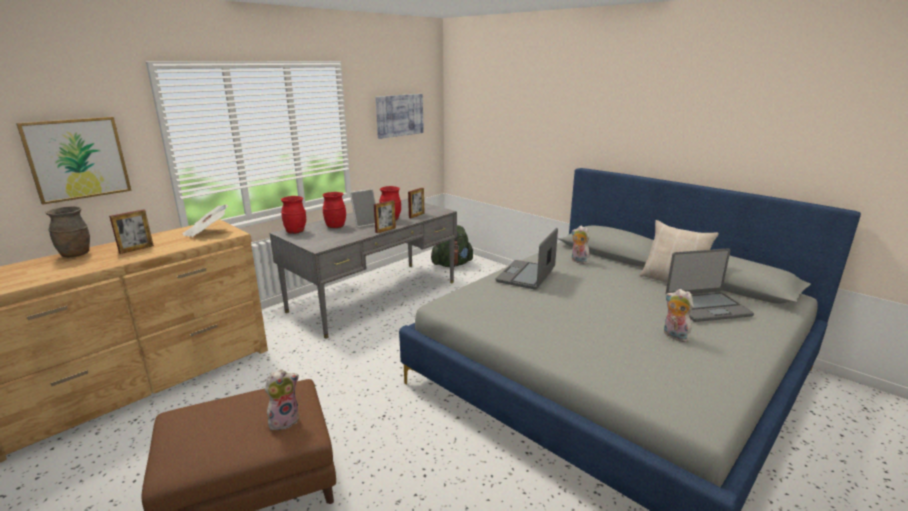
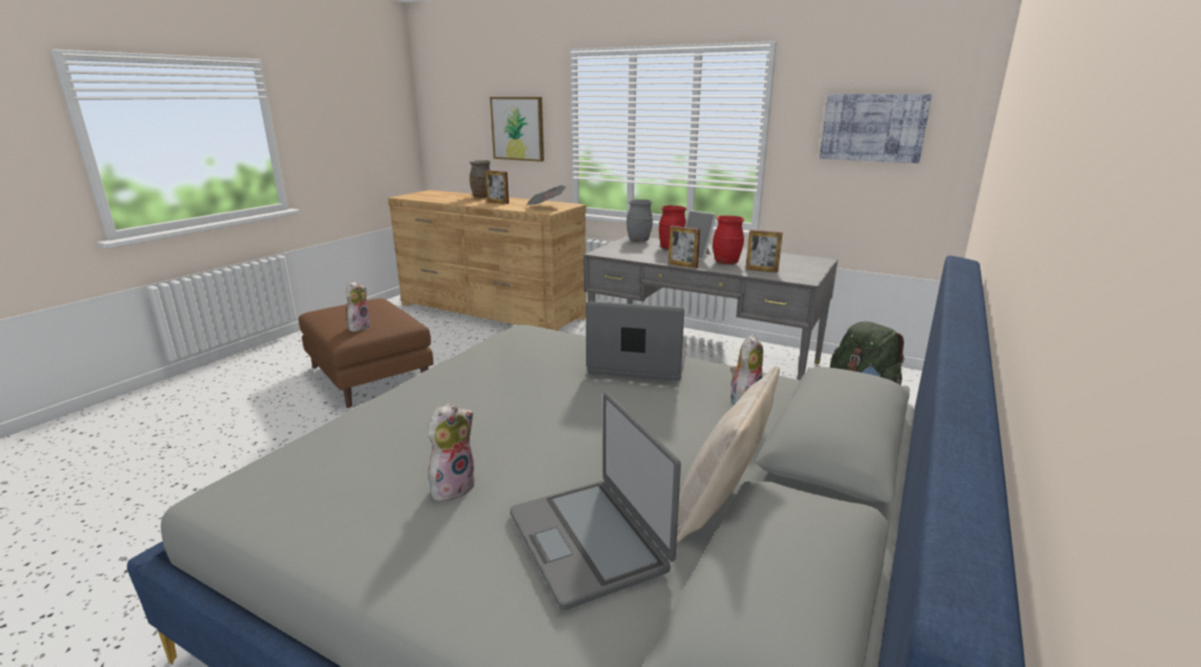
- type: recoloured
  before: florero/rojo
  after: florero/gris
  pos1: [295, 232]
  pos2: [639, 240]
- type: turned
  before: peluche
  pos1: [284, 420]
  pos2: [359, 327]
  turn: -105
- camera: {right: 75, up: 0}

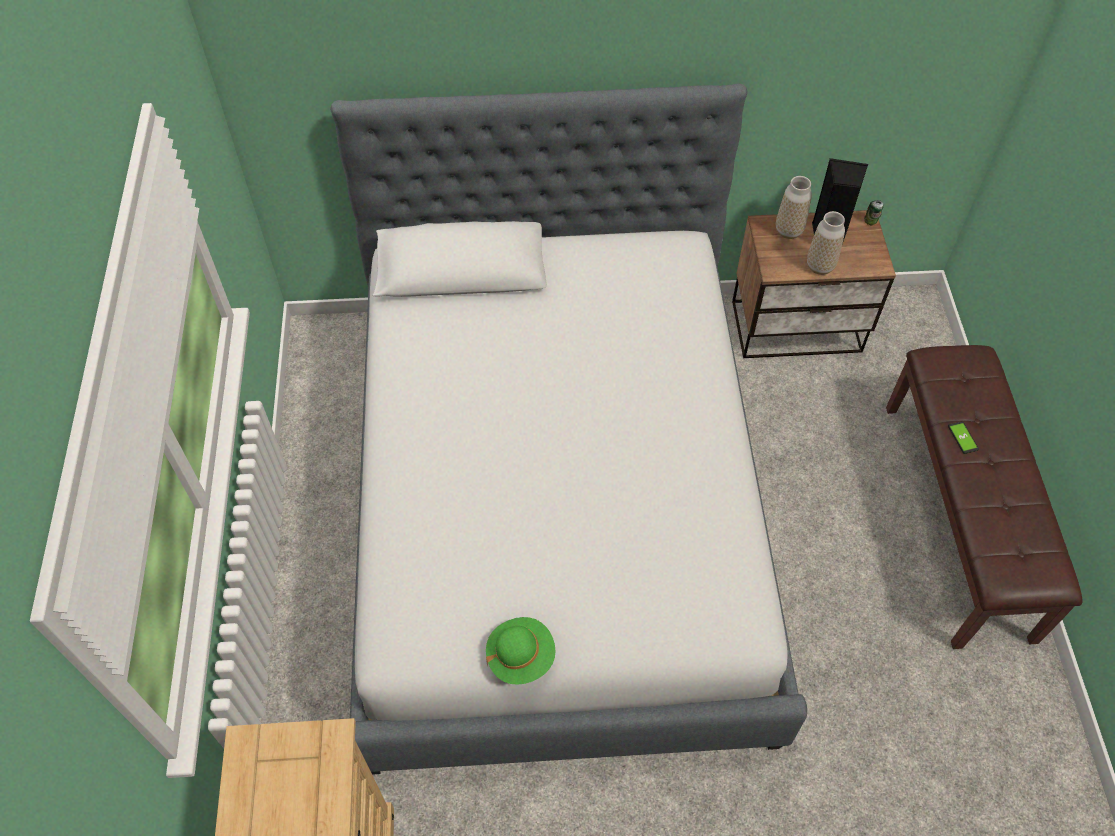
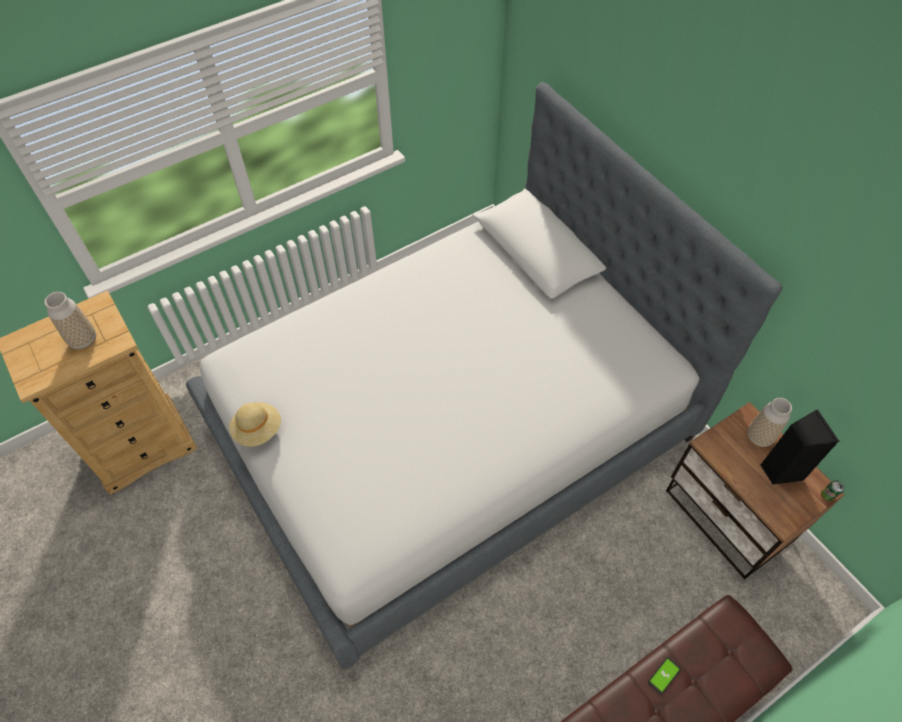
- type: moved
  before: florero
  pos1: [820, 266]
  pos2: [84, 340]
- type: recoloured
  before: sombrero/verde
  after: sombrero/beis
  pos1: [521, 656]
  pos2: [258, 430]
- camera: {right: 60, up: 0}

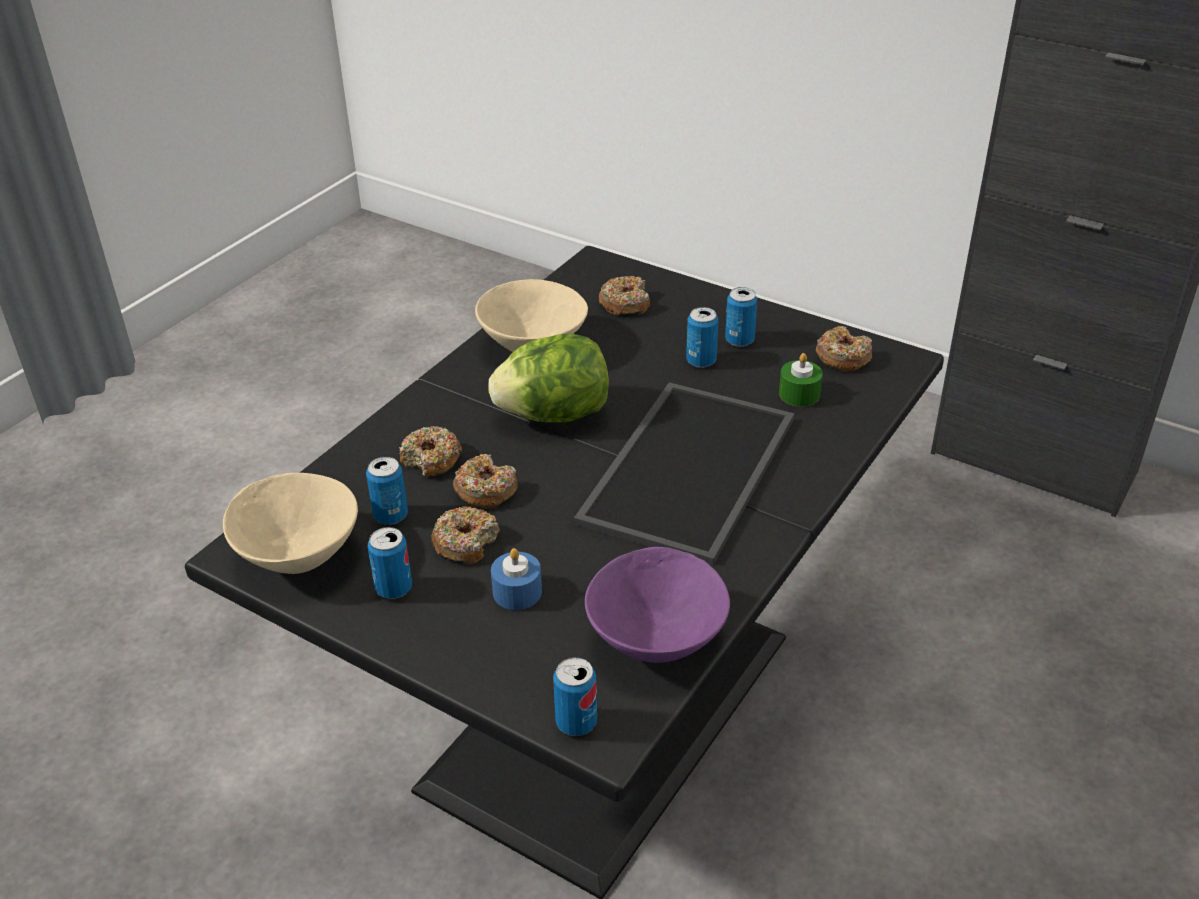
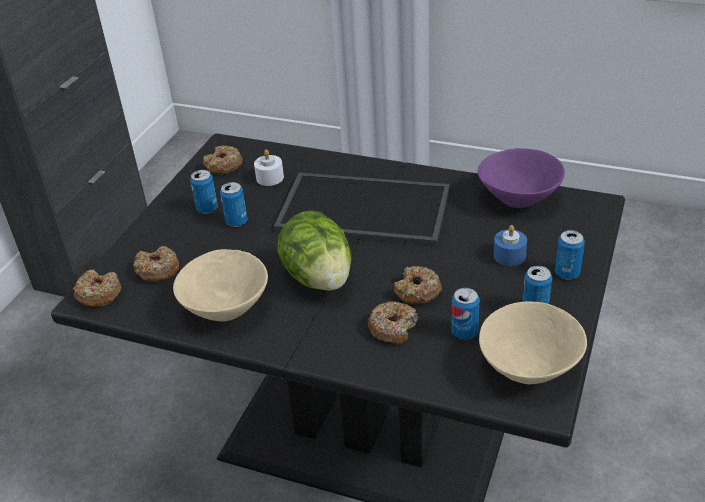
- type: moved
  before: rosquilla
  pos1: [466, 542]
  pos2: [99, 294]
- type: moved
  before: lata
  pos1: [576, 722]
  pos2: [567, 273]
- type: recoloured
  before: vela/verde
  after: vela/blanco
  pos1: [799, 394]
  pos2: [270, 178]
- camera: {right: -100, up: 0}

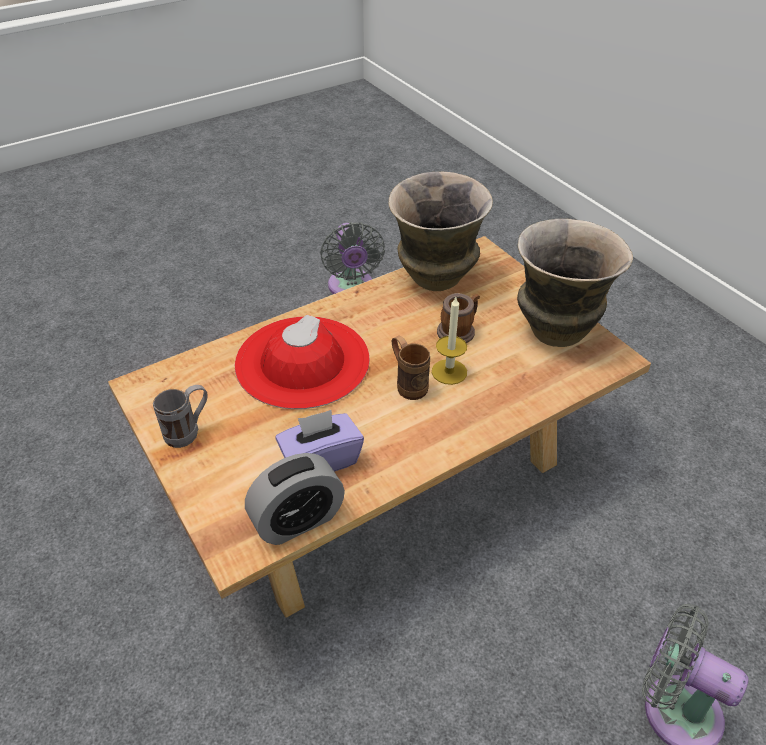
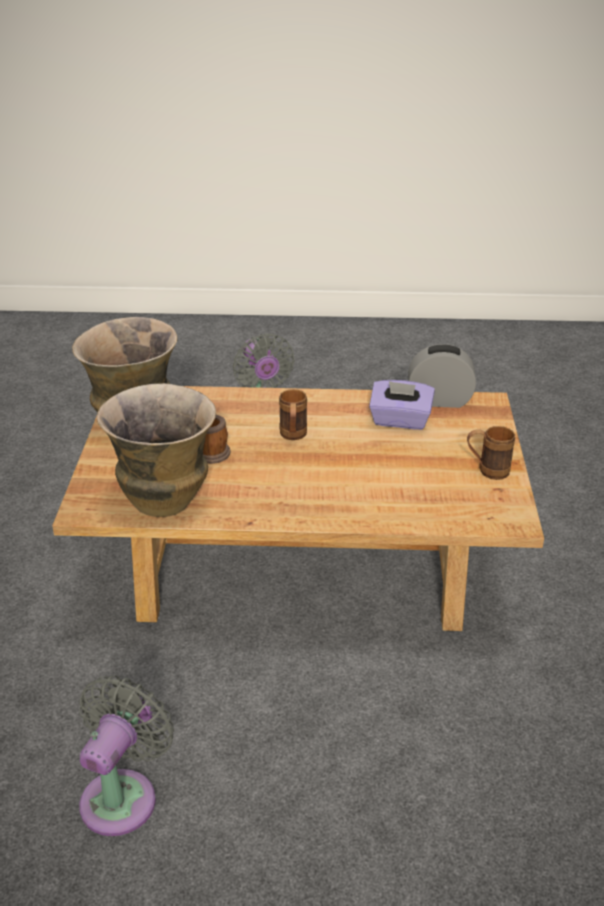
- type: removed
  before: sombrero/rojo
  pos1: [302, 362]
- type: removed
  before: vela
  pos1: [449, 372]
- type: recoloured
  before: taza grande/gris
  after: taza grande/marrón
  pos1: [189, 432]
  pos2: [486, 471]
- camera: {right: -145, up: -10}

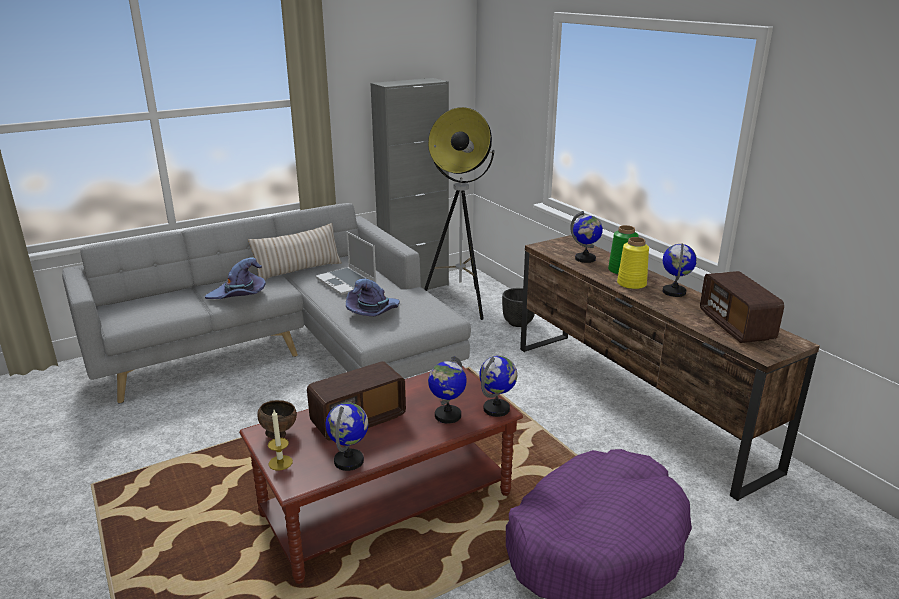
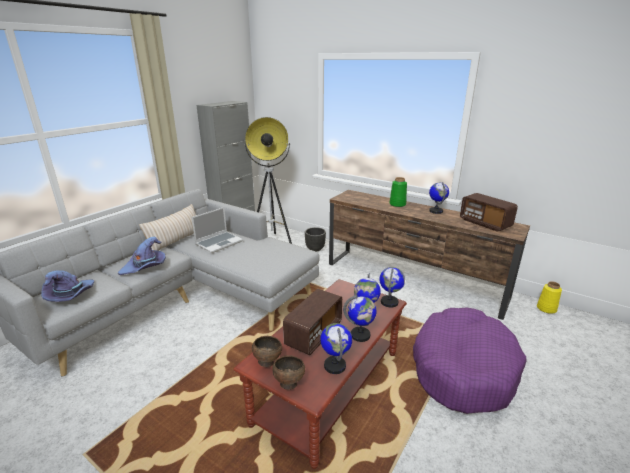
- type: moved
  before: sombrero/morado
  pos1: [374, 312]
  pos2: [71, 295]
- type: moved
  before: globo terráqueo
  pos1: [585, 259]
  pos2: [360, 335]
- type: moved
  before: florero/amarillo
  pos1: [631, 284]
  pos2: [546, 309]
- type: replaced
  before: vela
  after: cuenco/marrón
  pos1: [280, 463]
  pos2: [288, 383]
- type: turned
  before: portátil
  pos1: [347, 282]
  pos2: [219, 242]
  turn: -75
- camera: {right: -25, up: 0}

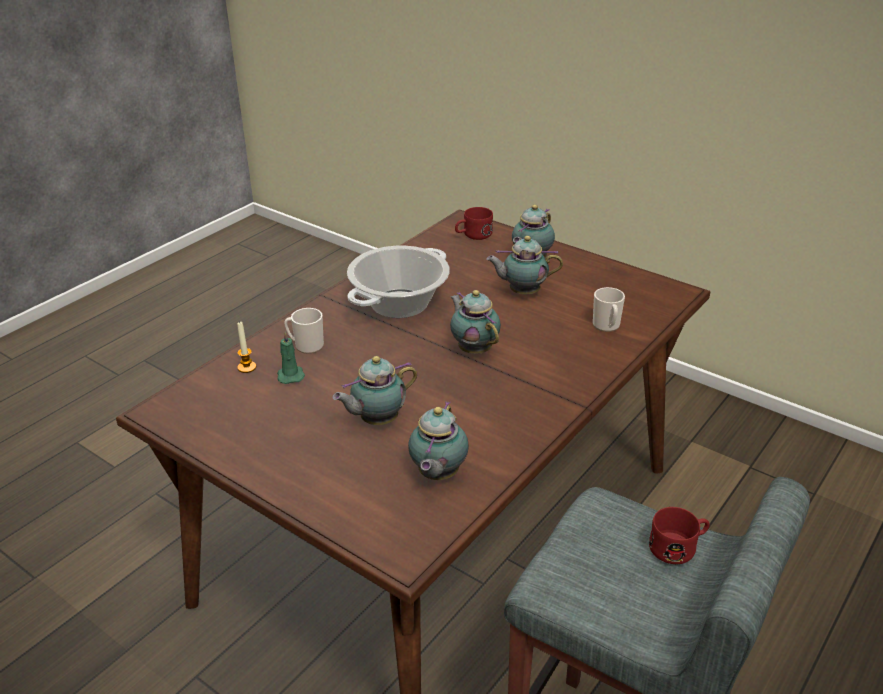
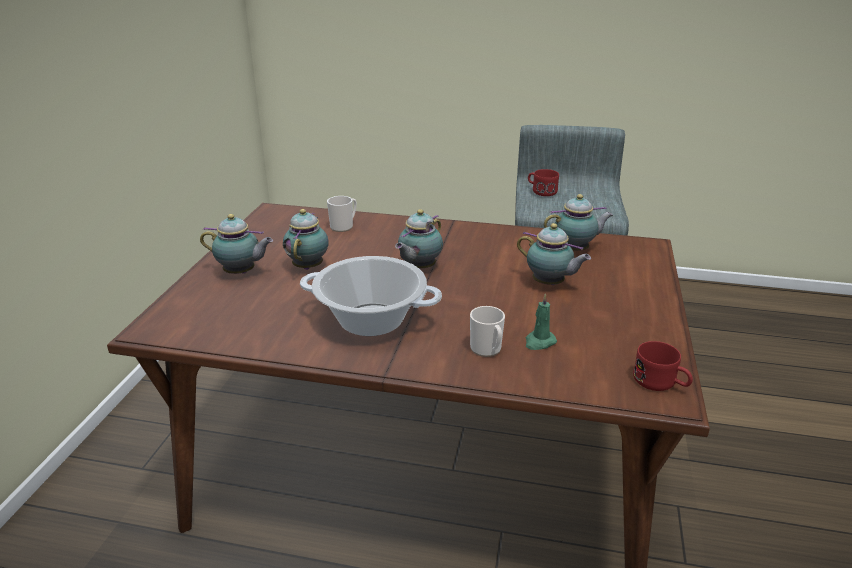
- type: removed
  before: vela
  pos1: [247, 367]
- type: moved
  before: taza grande/rojo
  pos1: [473, 235]
  pos2: [661, 383]
- type: turned
  before: tetera
  pos1: [522, 292]
  pos2: [309, 266]
  turn: -150
- camera: {right: -115, up: -5}

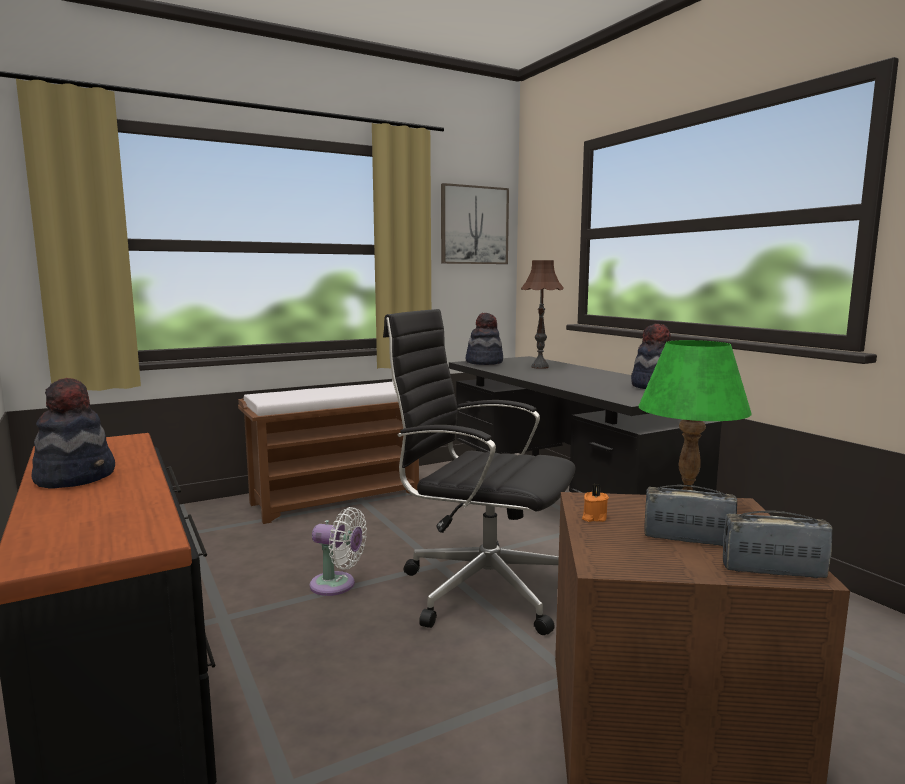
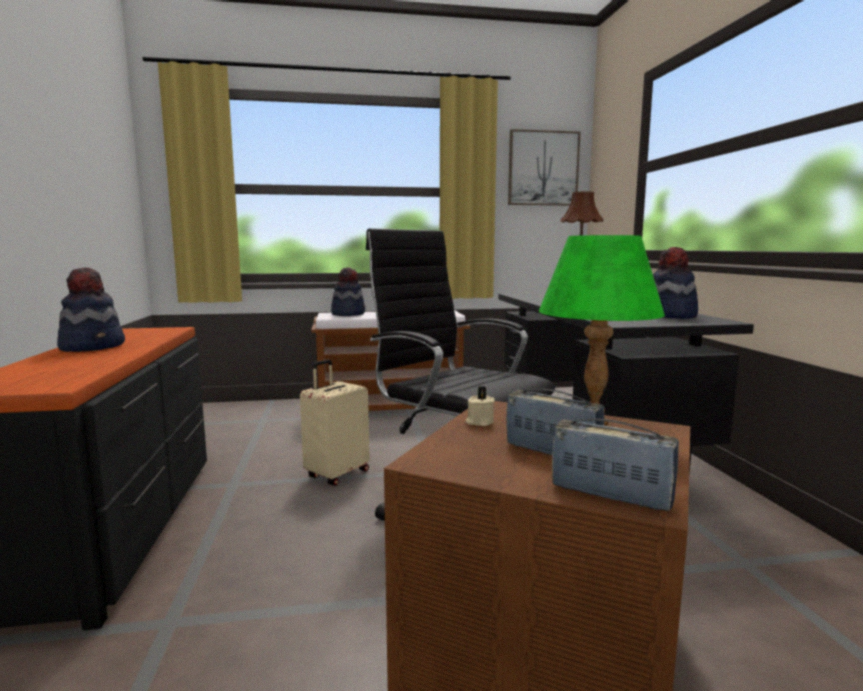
- type: moved
  before: sombrero
  pos1: [484, 362]
  pos2: [348, 314]
- type: replaced
  before: ventilador/blanco
  after: maleta/beis
  pos1: [337, 585]
  pos2: [336, 474]
- type: recoloured
  before: vela/naranja
  after: vela/beis
  pos1: [593, 517]
  pos2: [479, 422]
- camera: {right: 20, up: 0}

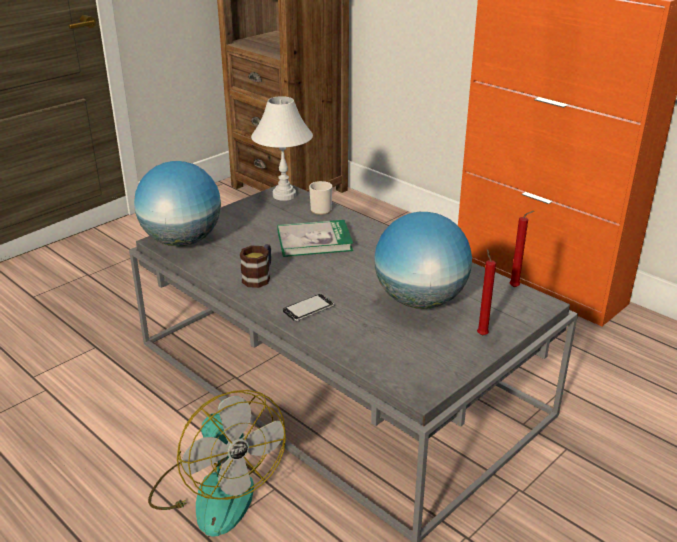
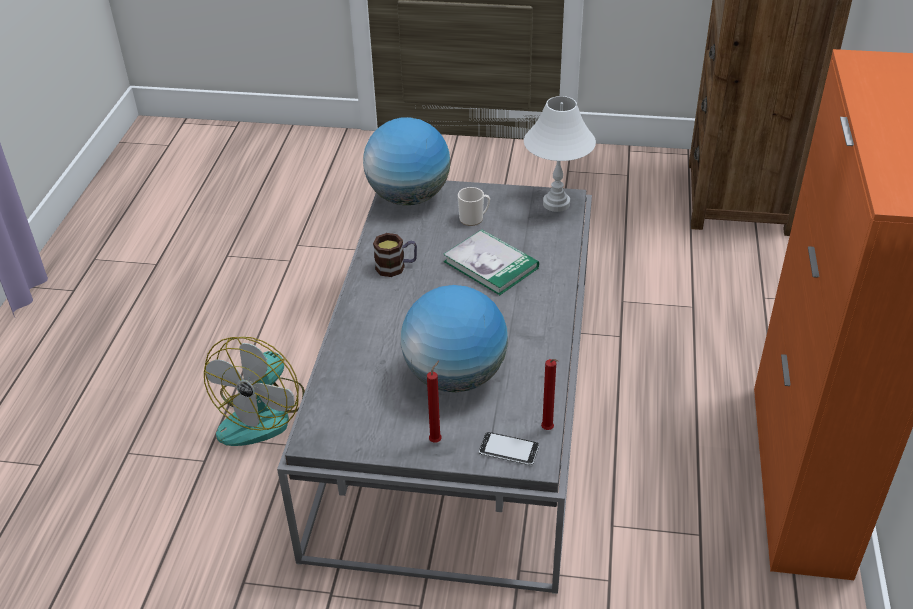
- type: moved
  before: móvil
  pos1: [308, 309]
  pos2: [509, 450]
- type: moved
  before: taza grande
  pos1: [322, 209]
  pos2: [474, 219]
- camera: {right: 55, up: 10}

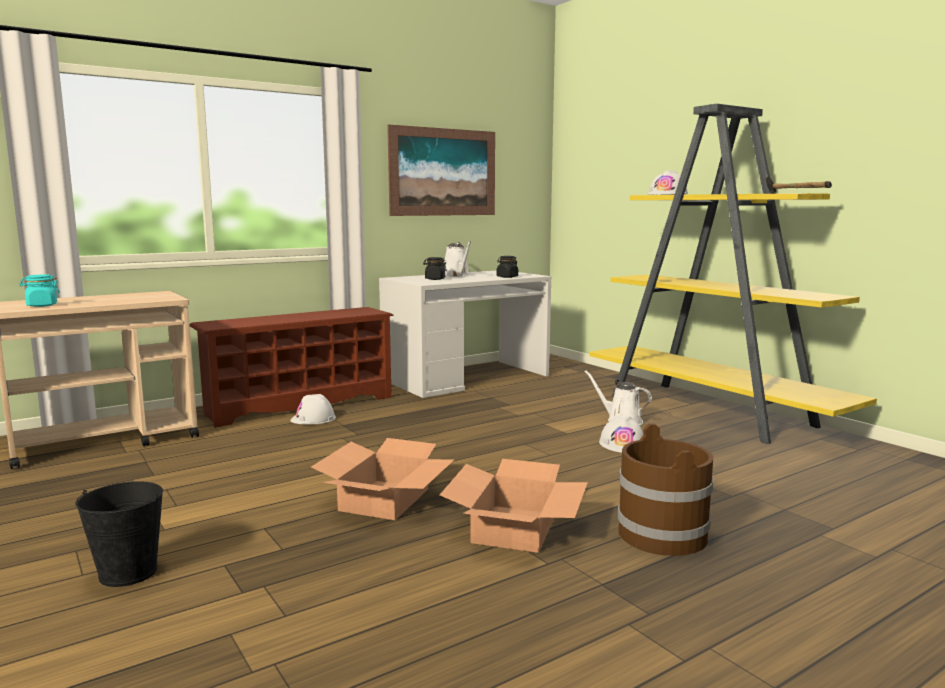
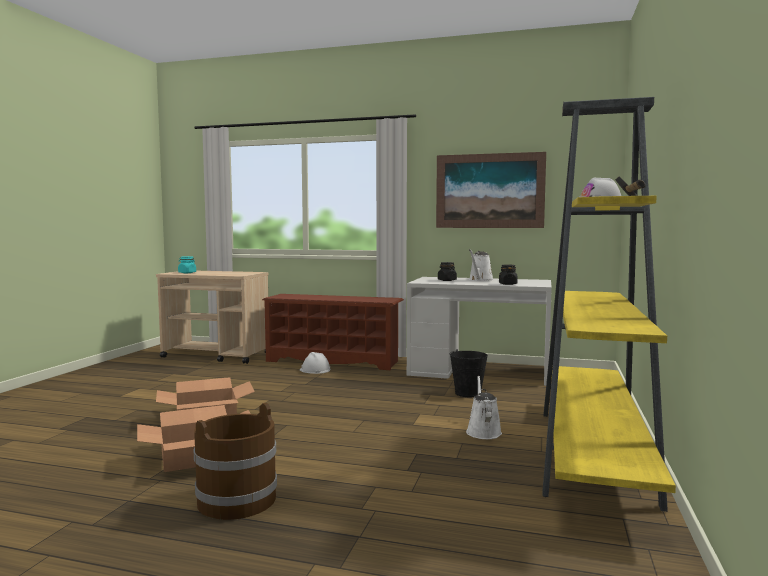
- type: removed
  before: casco/blanco
  pos1: [622, 444]
- type: moved
  before: cubo/negro
  pos1: [128, 572]
  pos2: [468, 393]
- camera: {right: 50, up: -5}

